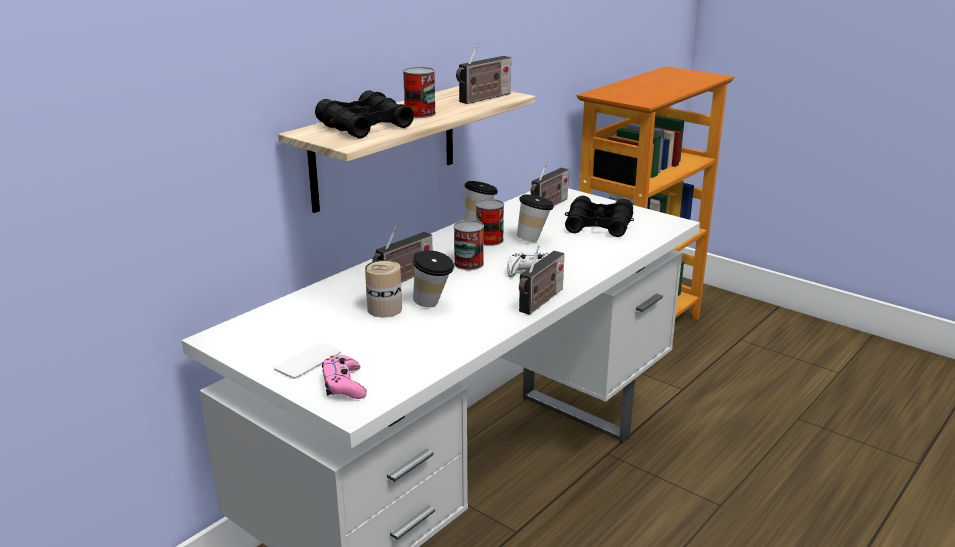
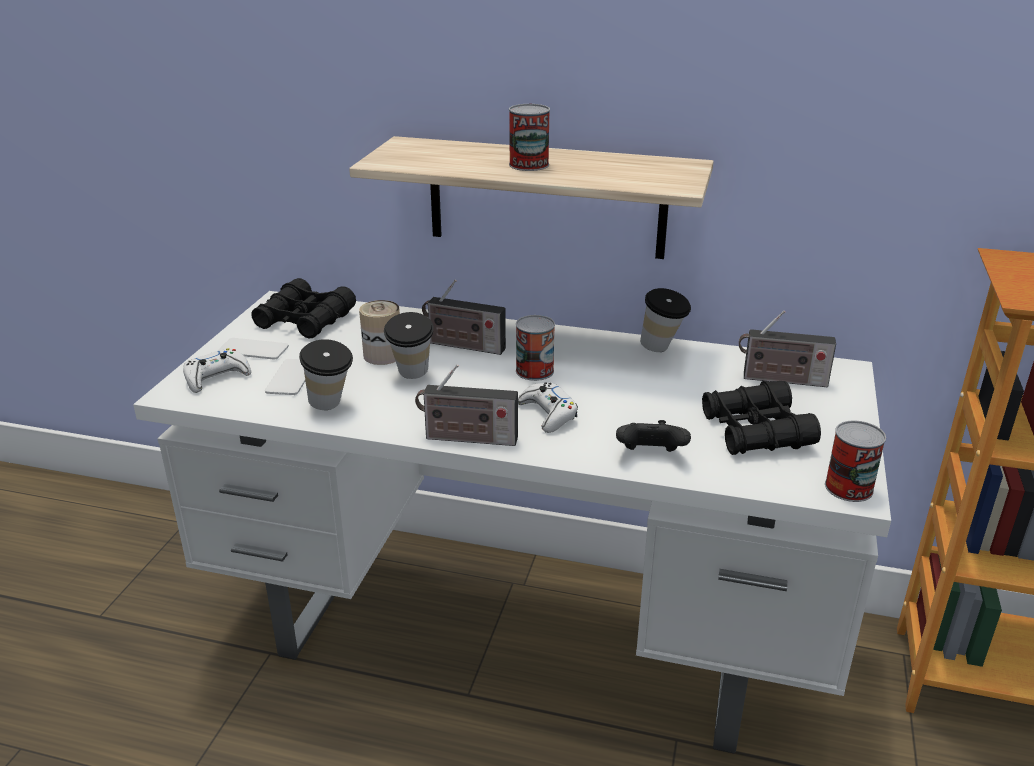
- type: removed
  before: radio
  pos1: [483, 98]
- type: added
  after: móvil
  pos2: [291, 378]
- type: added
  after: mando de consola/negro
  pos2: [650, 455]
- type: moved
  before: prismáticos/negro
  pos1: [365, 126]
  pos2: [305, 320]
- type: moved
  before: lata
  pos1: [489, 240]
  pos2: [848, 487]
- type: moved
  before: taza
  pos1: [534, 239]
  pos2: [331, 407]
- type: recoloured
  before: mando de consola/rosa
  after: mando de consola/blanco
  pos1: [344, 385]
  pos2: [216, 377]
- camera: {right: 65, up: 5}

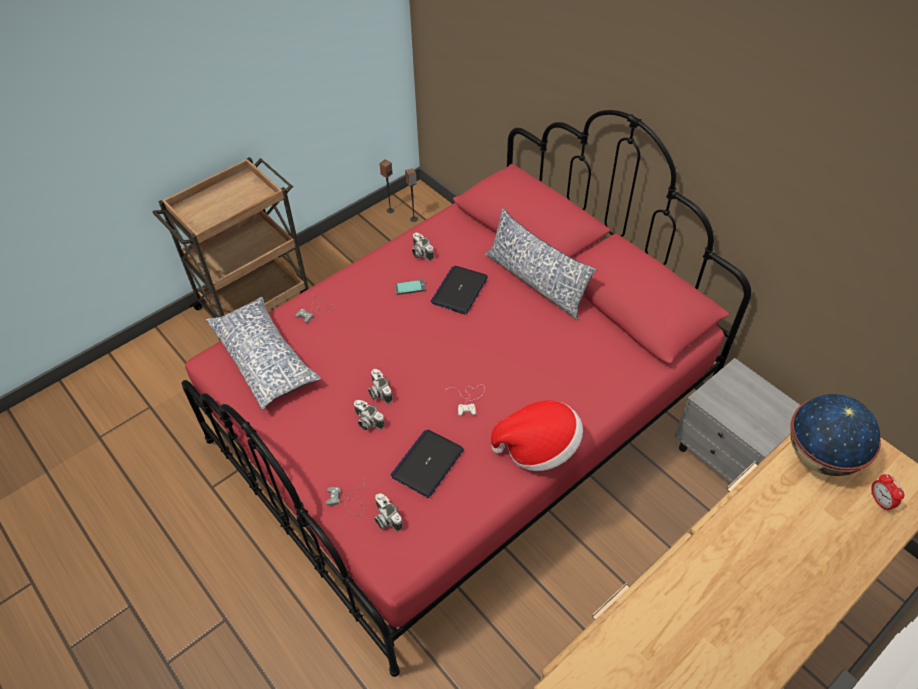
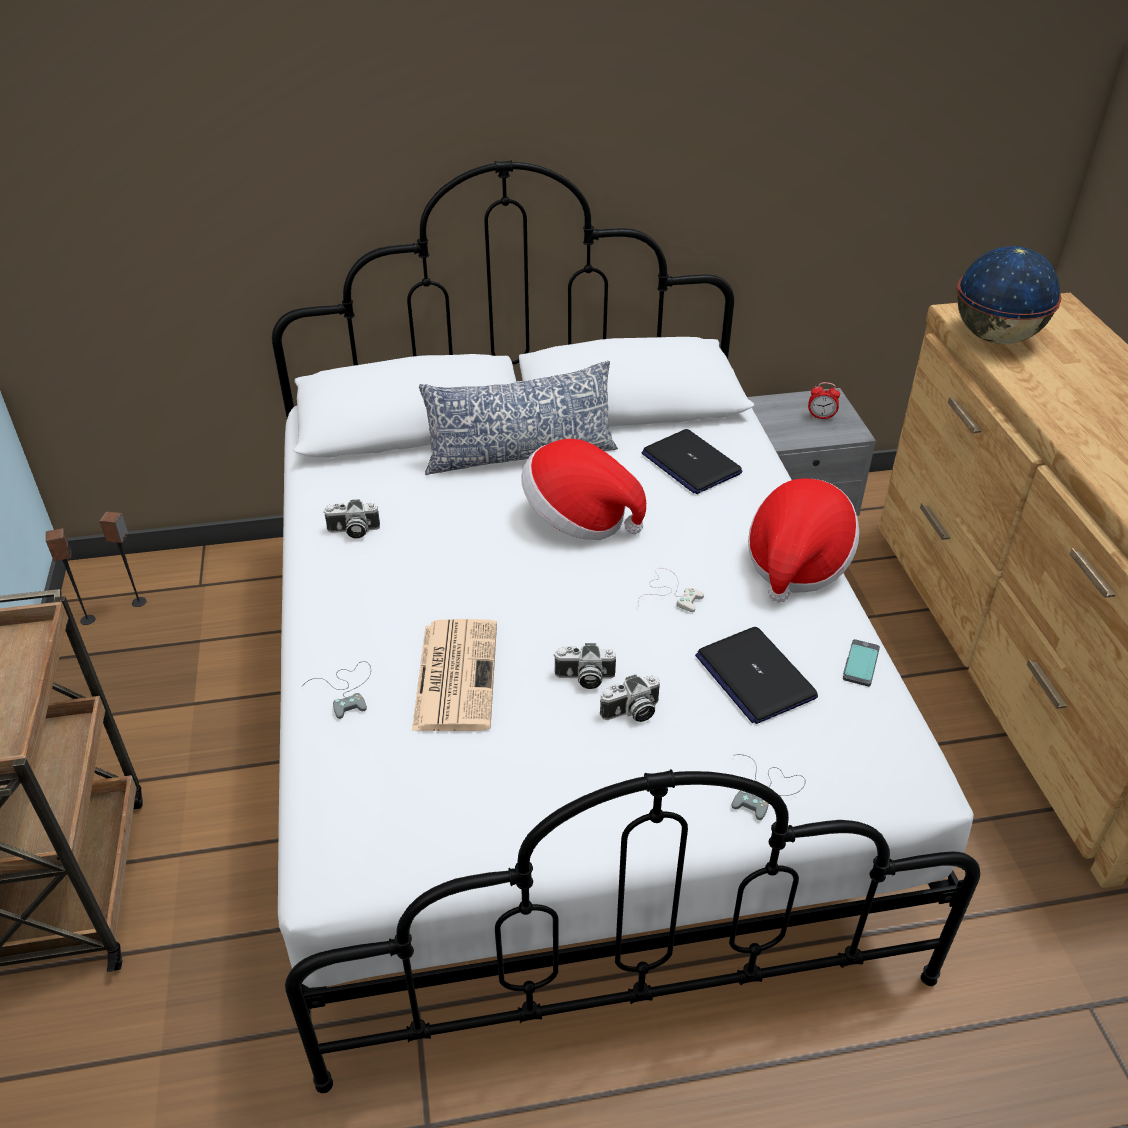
- type: removed
  before: cojín
  pos1: [264, 358]
- type: removed
  before: cámara
  pos1: [385, 518]
- type: added
  after: periódico
  pos2: [455, 674]
- type: added
  after: sombrero
  pos2: [579, 518]
- type: moved
  before: móvil
  pos1: [410, 287]
  pos2: [860, 663]
- type: moved
  before: portátil
  pos1: [459, 290]
  pos2: [690, 463]
- type: moved
  before: despertador
  pos1: [879, 501]
  pos2: [821, 417]
- type: recoloured
  before: cama/rojo
  after: cama/blanco
  pos1: [461, 424]
  pos2: [565, 720]
- camera: {right: -60, up: -10}

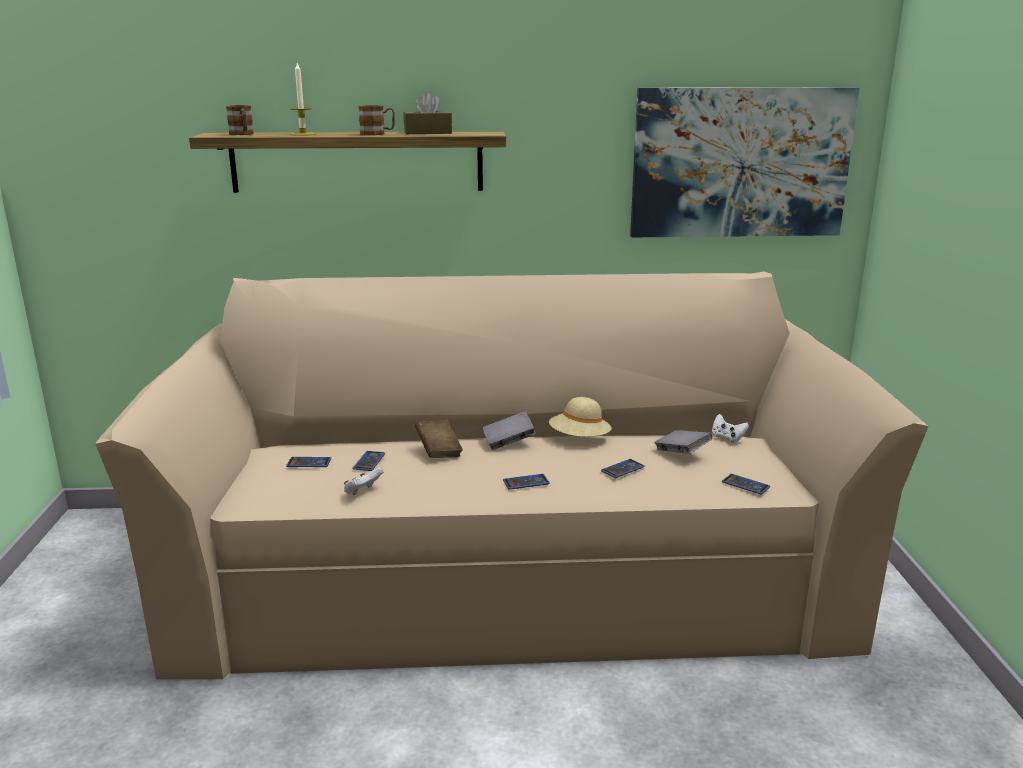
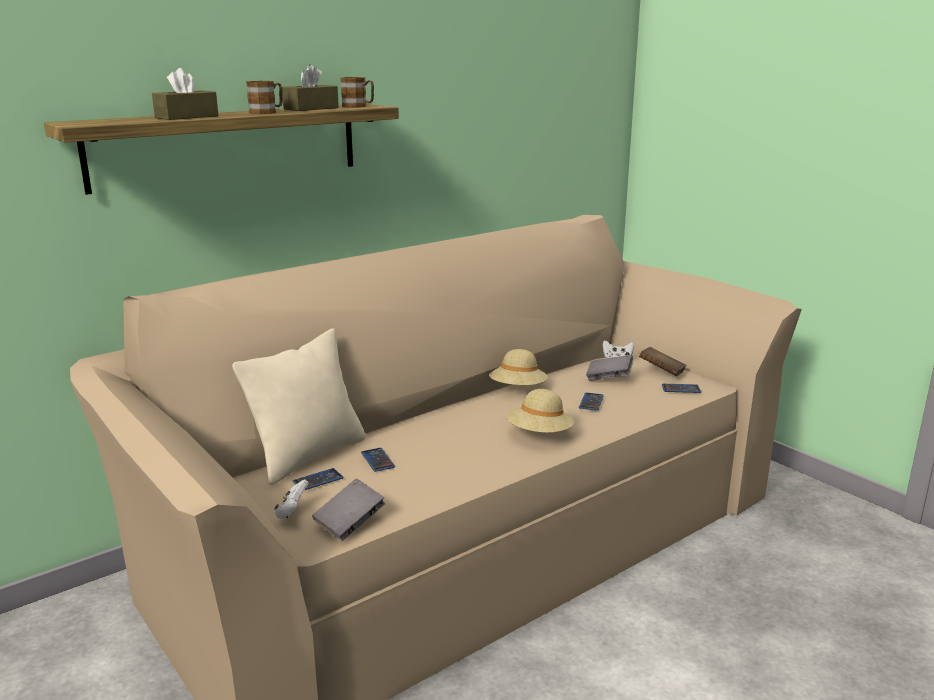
- type: removed
  before: cuadro
  pos1: [740, 163]
- type: added
  after: cojín/beis
  pos2: [308, 455]
- type: moved
  before: taza grande
  pos1: [242, 134]
  pos2: [359, 106]
- type: moved
  before: mando de consola/blanco
  pos1: [362, 491]
  pos2: [292, 511]
- type: moved
  before: libro/marrón
  pos1: [439, 451]
  pos2: [661, 372]
- type: moved
  before: libro/gris
  pos1: [508, 442]
  pos2: [349, 523]
- type: replaced
  before: vela
  after: caja de pañuelos/marrón
  pos1: [303, 134]
  pos2: [187, 117]
- type: replaced
  before: móvil
  after: sombrero/beis
  pos1: [526, 482]
  pos2: [539, 434]
- camera: {right: -35, up: 0}

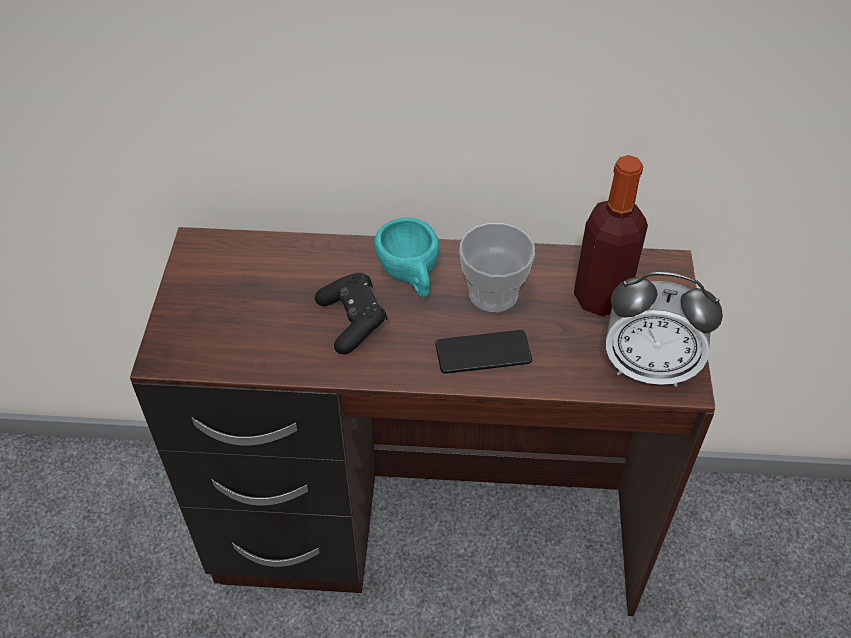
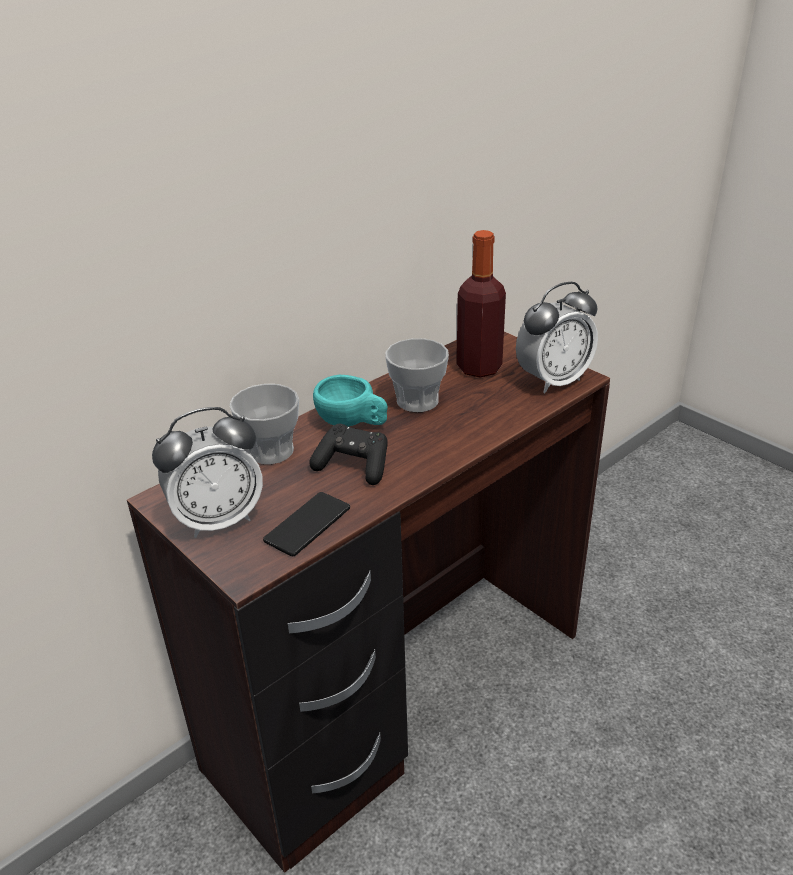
- type: added
  after: despertador
  pos2: [218, 519]
- type: added
  after: taza
  pos2: [271, 451]
- type: moved
  before: móvil
  pos1: [483, 353]
  pos2: [307, 524]
- camera: {right: -45, up: -15}

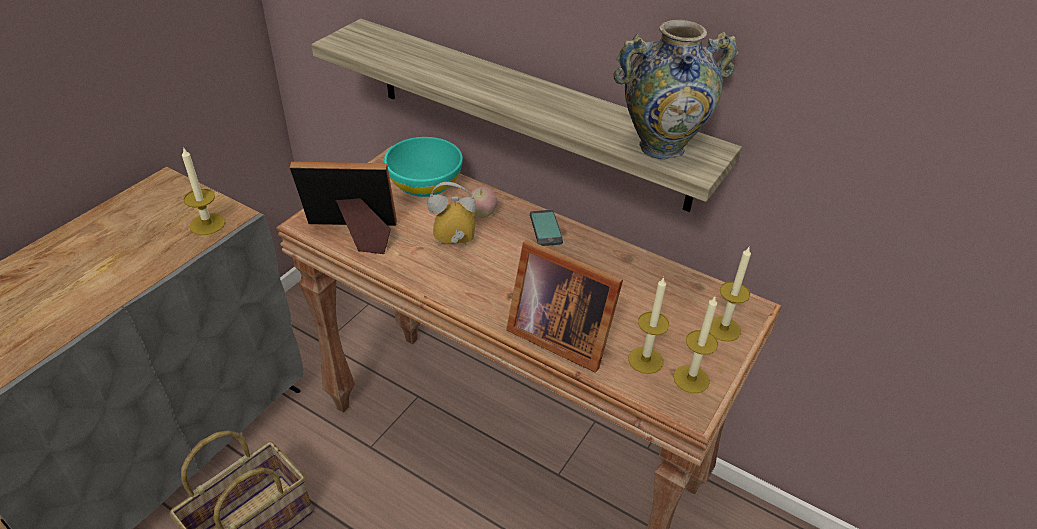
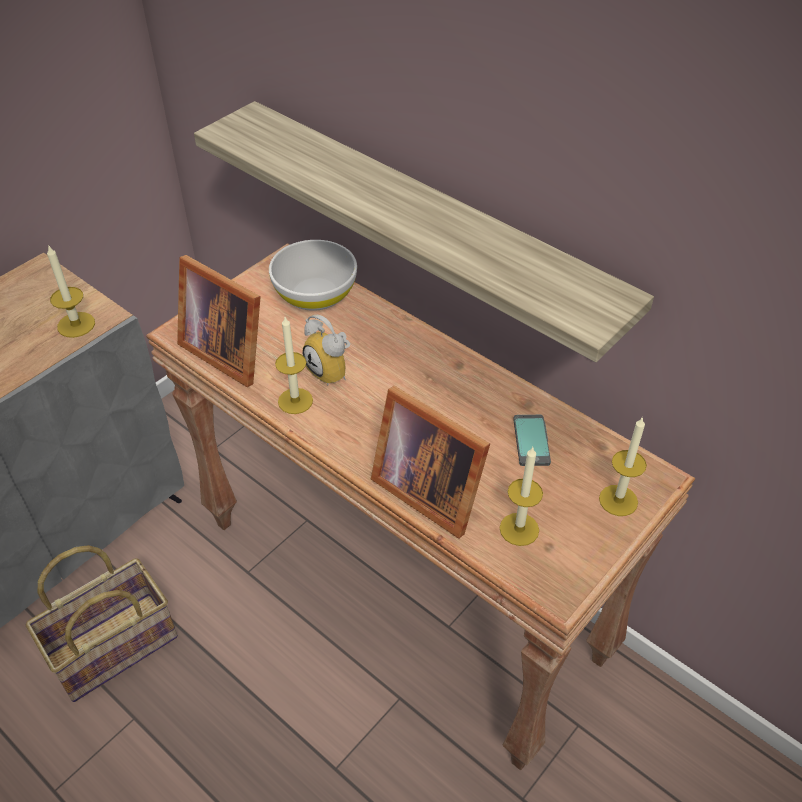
- type: removed
  before: manzana
  pos1: [482, 214]
- type: removed
  before: florero
  pos1: [661, 147]
- type: moved
  before: móvil
  pos1: [546, 228]
  pos2: [531, 441]
- type: moved
  before: vela
  pos1: [691, 379]
  pos2: [295, 401]
- type: recoloured
  before: cuenco/turquesa
  after: cuenco/blanco
  pos1: [425, 184]
  pos2: [315, 295]
- type: turned
  before: portarretratos
  pos1: [354, 235]
  pos2: [227, 351]
  turn: -150
- type: turned
  before: despertador
  pos1: [453, 244]
  pos2: [333, 371]
  turn: -135
- camera: {right: 10, up: 5}

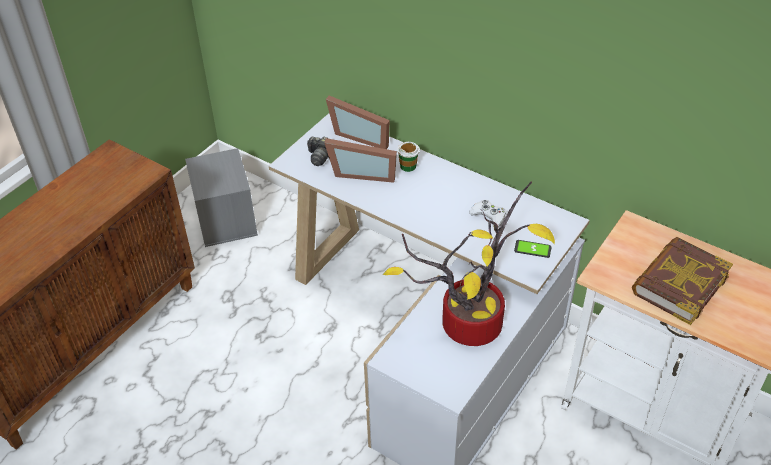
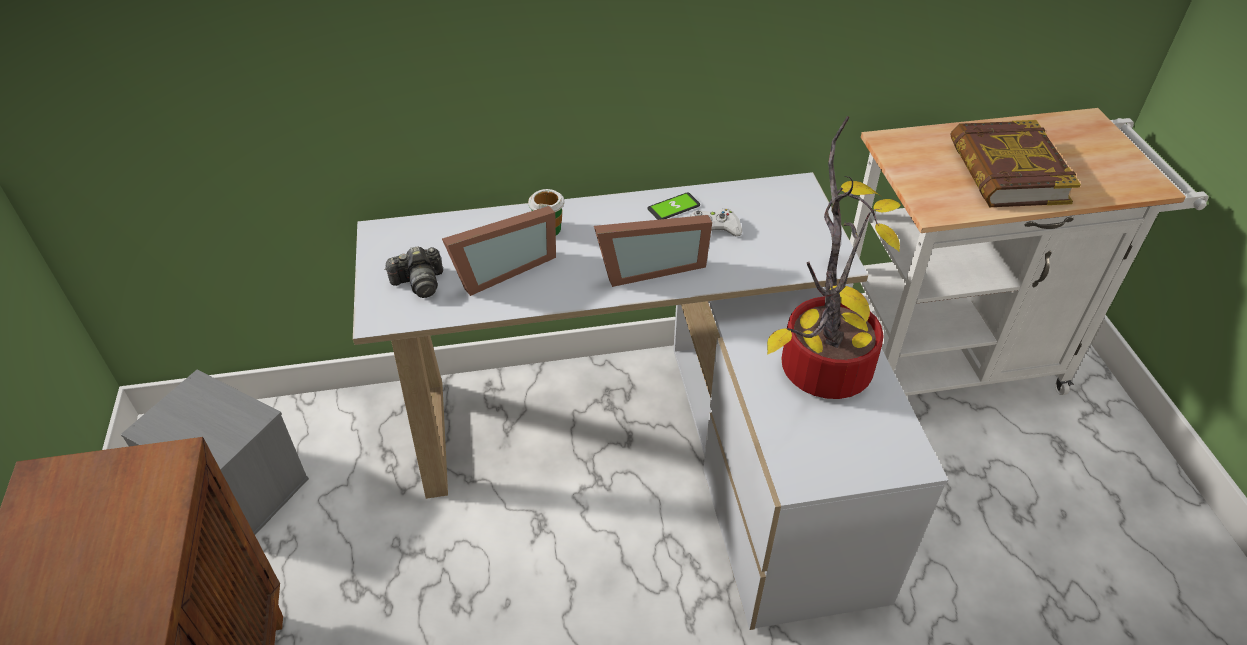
- type: moved
  before: portarretratos
  pos1: [361, 135]
  pos2: [649, 267]
- type: moved
  before: móvil
  pos1: [532, 249]
  pos2: [673, 207]
- camera: {right: -45, up: 0}

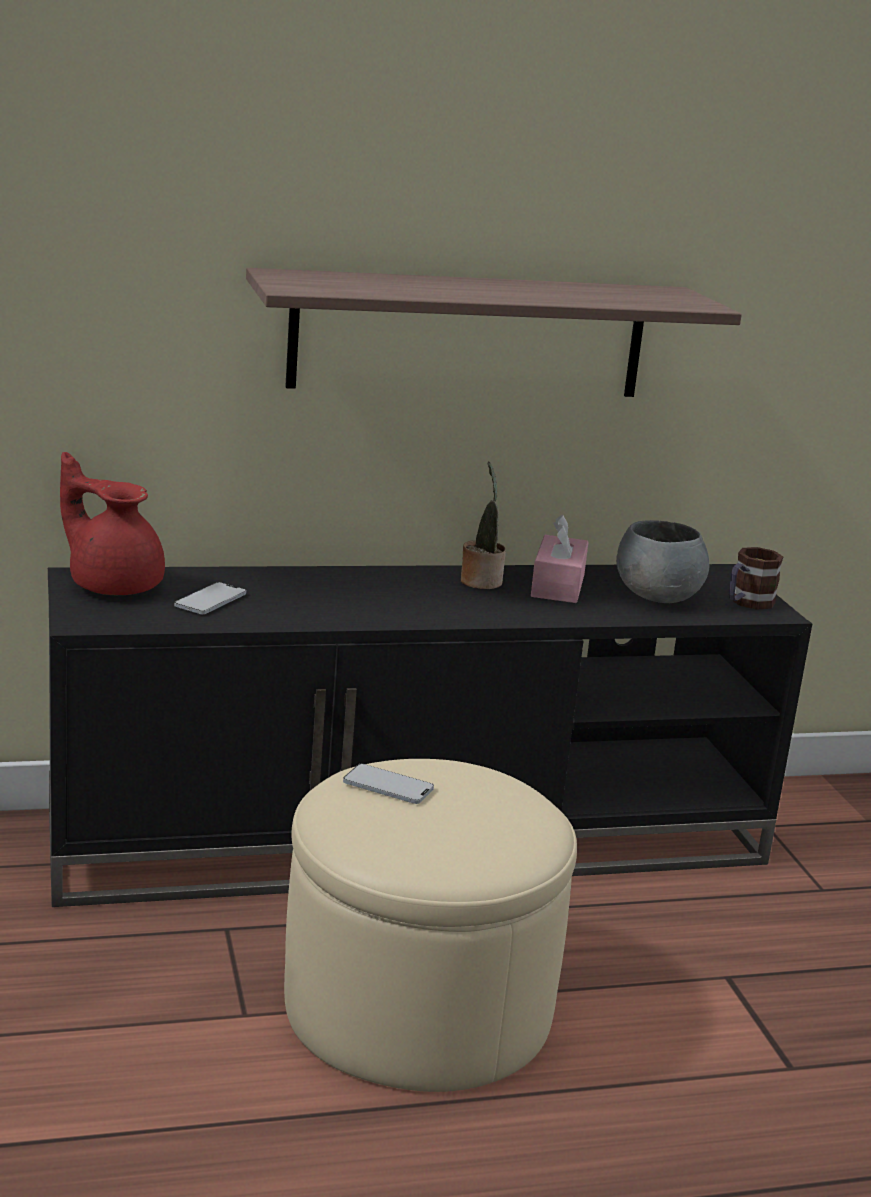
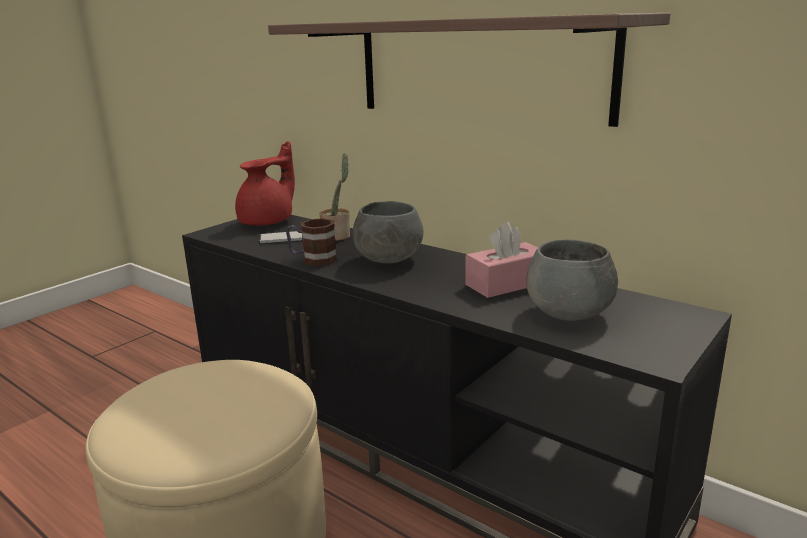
- type: removed
  before: móvil
  pos1: [388, 786]
- type: added
  after: cuenco/gris
  pos2: [388, 259]
- type: moved
  before: planta en maceta
  pos1: [481, 580]
  pos2: [337, 236]
- type: moved
  before: taza grande
  pos1: [746, 603]
  pos2: [312, 259]
- type: turned
  before: tetera/rojo
  pos1: [113, 584]
  pos2: [268, 221]
  turn: 45
- camera: {right: 55, up: 0}

